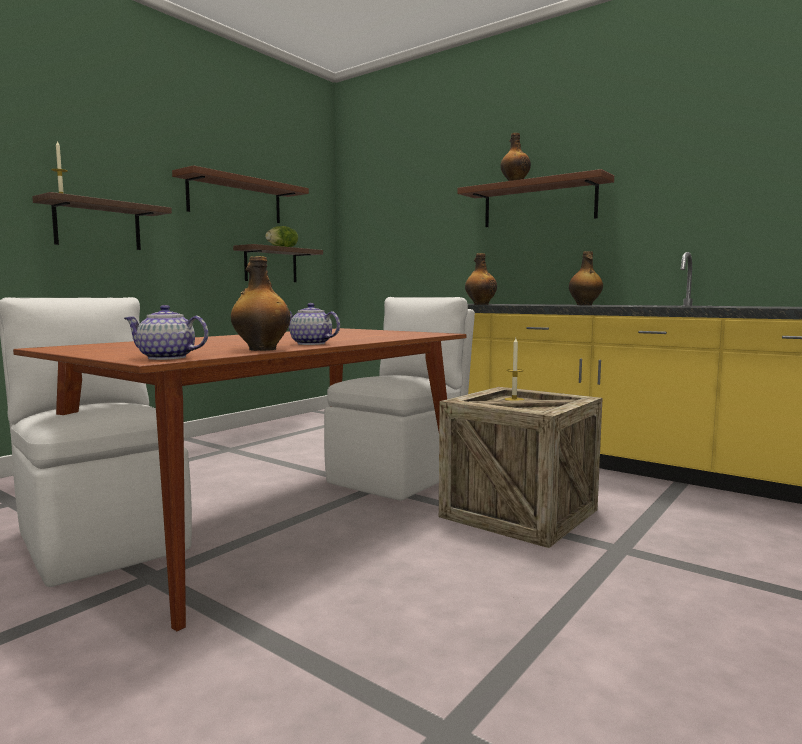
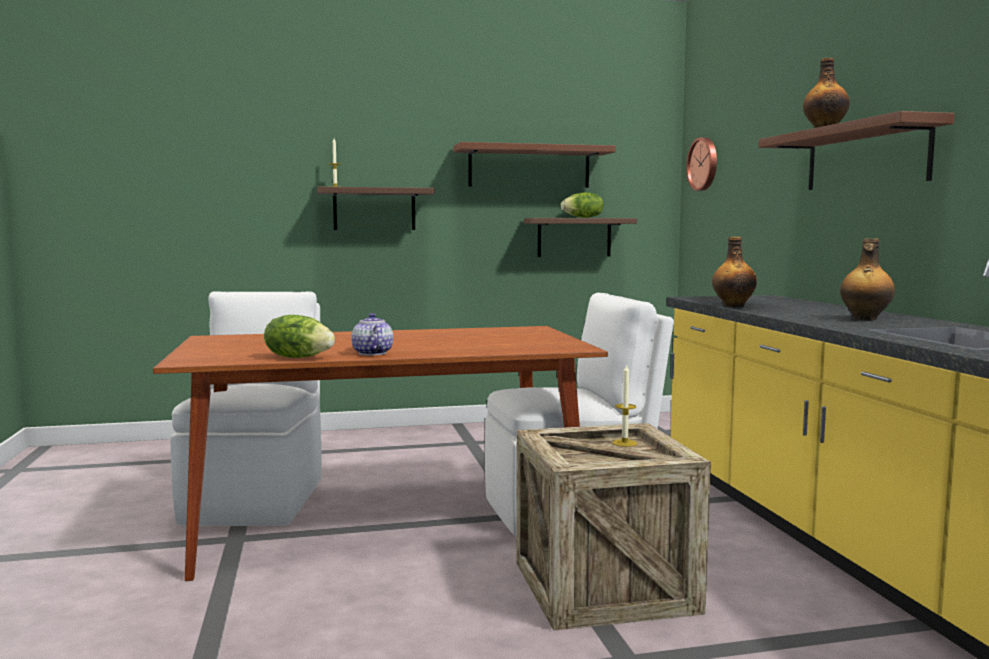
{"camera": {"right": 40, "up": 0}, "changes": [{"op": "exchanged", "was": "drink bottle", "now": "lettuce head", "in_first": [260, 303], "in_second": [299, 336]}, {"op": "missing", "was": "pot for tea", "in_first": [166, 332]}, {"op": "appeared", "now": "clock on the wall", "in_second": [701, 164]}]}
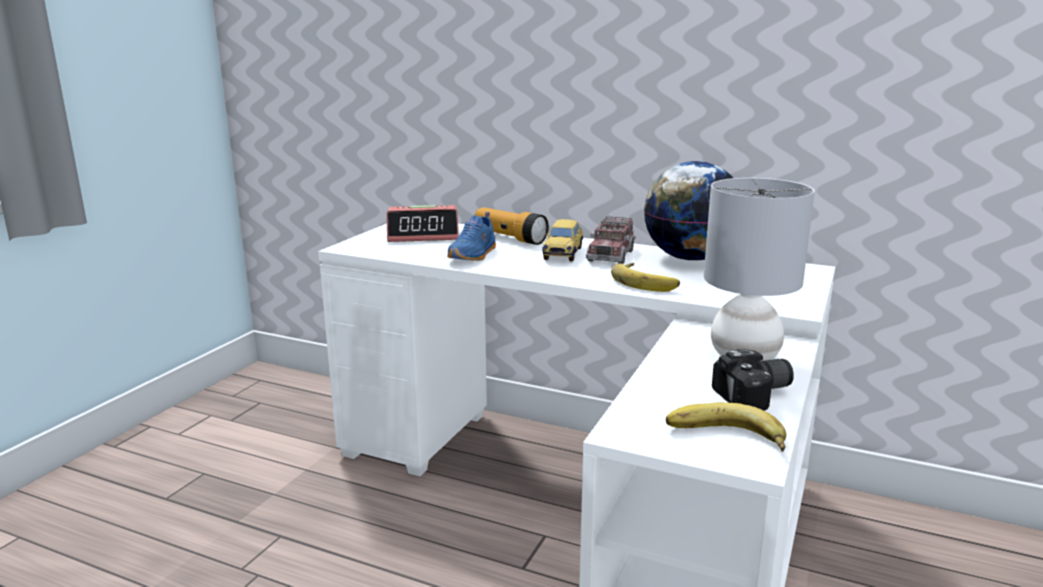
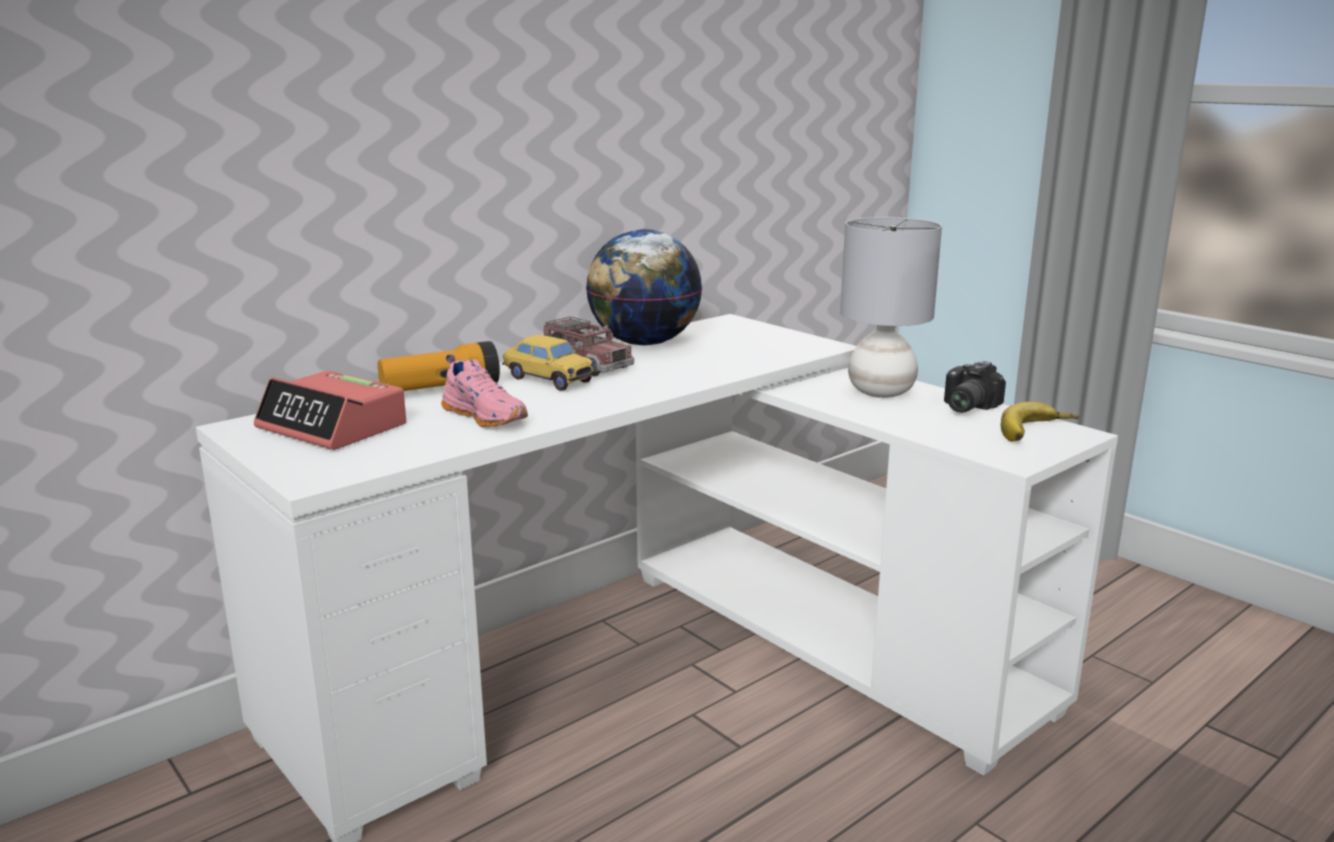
{"camera": {"right": -65, "up": 0}, "changes": [{"op": "spun", "was": "bedside clock", "in_first": [422, 223], "in_second": [330, 410], "clockwise": 105}, {"op": "colour", "was": "bluish low shoe", "now": "pink low shoe", "in_first": [471, 236], "in_second": [484, 390]}, {"op": "missing", "was": "banana fruit", "in_first": [645, 277]}, {"op": "spun", "was": "still camera", "in_first": [753, 380], "in_second": [975, 387], "clockwise": -150}]}
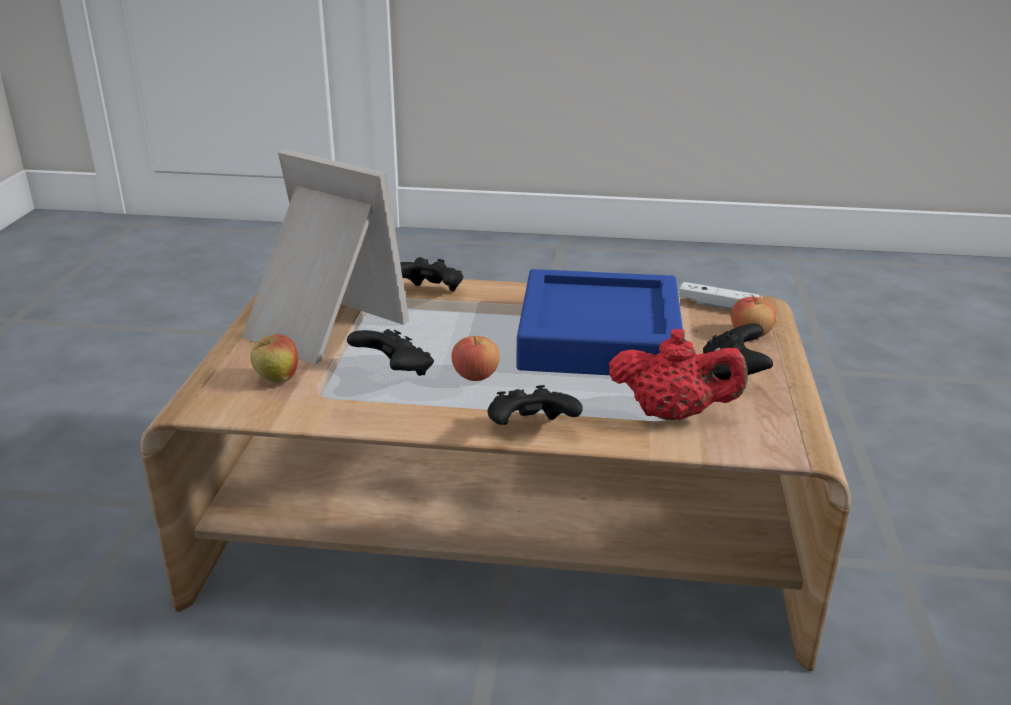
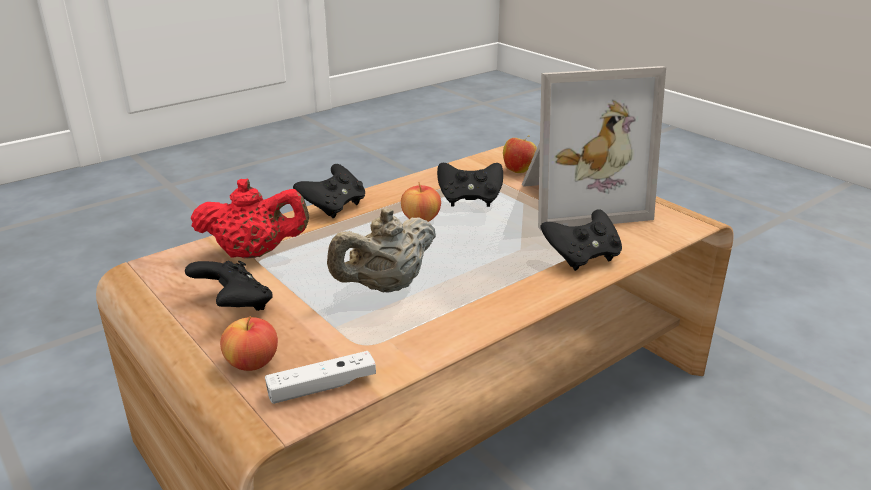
{"camera": {"right": 135, "up": 0}, "changes": [{"op": "exchanged", "was": "bluish carrying tray", "now": "beige pot for tea", "in_first": [599, 322], "in_second": [381, 250]}, {"op": "spun", "was": "red-coloured pot for tea", "in_first": [678, 374], "in_second": [249, 219], "clockwise": -150}]}
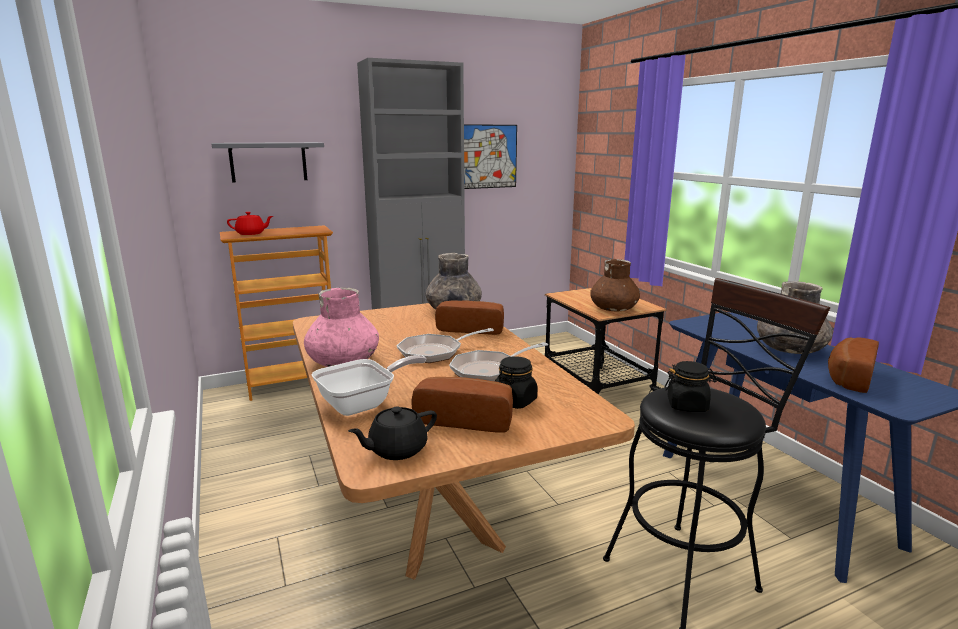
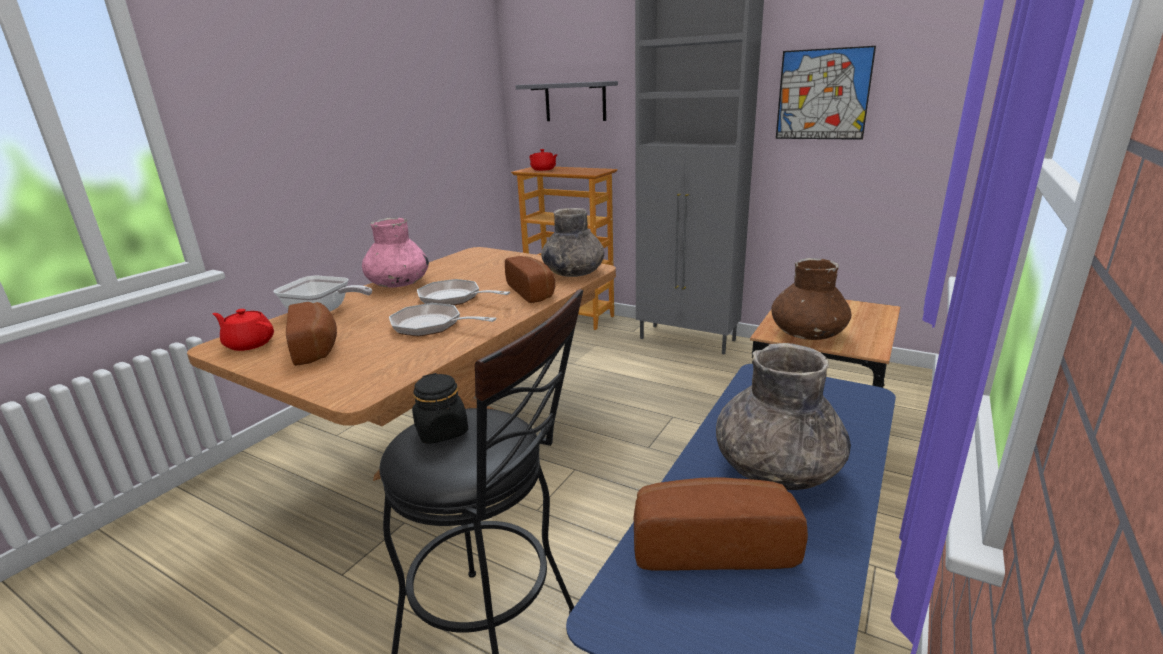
{"camera": {"right": 55, "up": 5}, "changes": [{"op": "missing", "was": "blackish preserve jar", "in_first": [516, 382]}, {"op": "colour", "was": "blackish pot for tea", "now": "red-coloured pot for tea", "in_first": [392, 433], "in_second": [243, 330]}]}
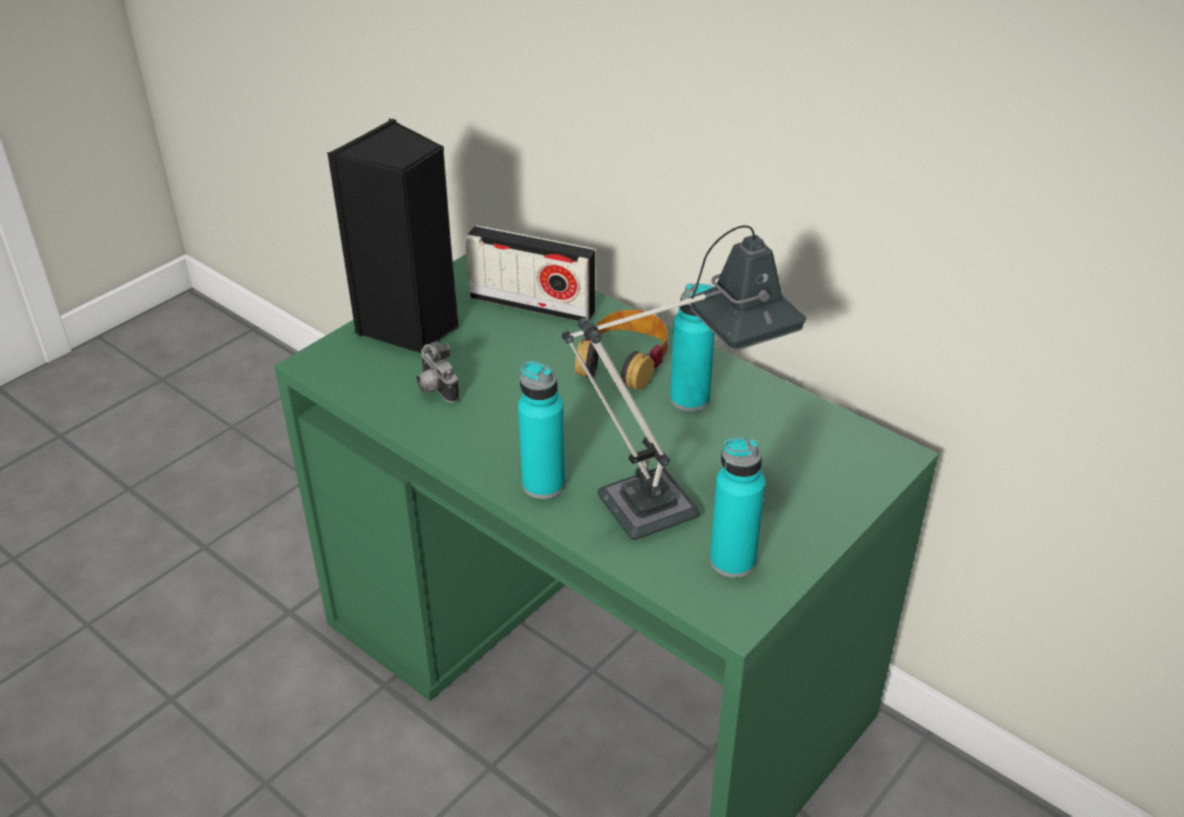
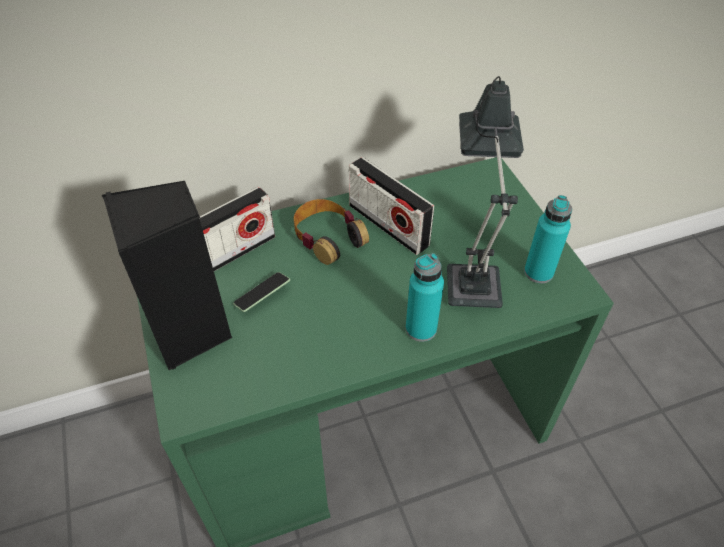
{"camera": {"right": -60, "up": 10}, "changes": [{"op": "exchanged", "was": "turquoise drink bottle", "now": "radio", "in_first": [692, 347], "in_second": [391, 206]}, {"op": "missing", "was": "still camera", "in_first": [438, 372]}, {"op": "appeared", "now": "telephone", "in_second": [261, 292]}]}
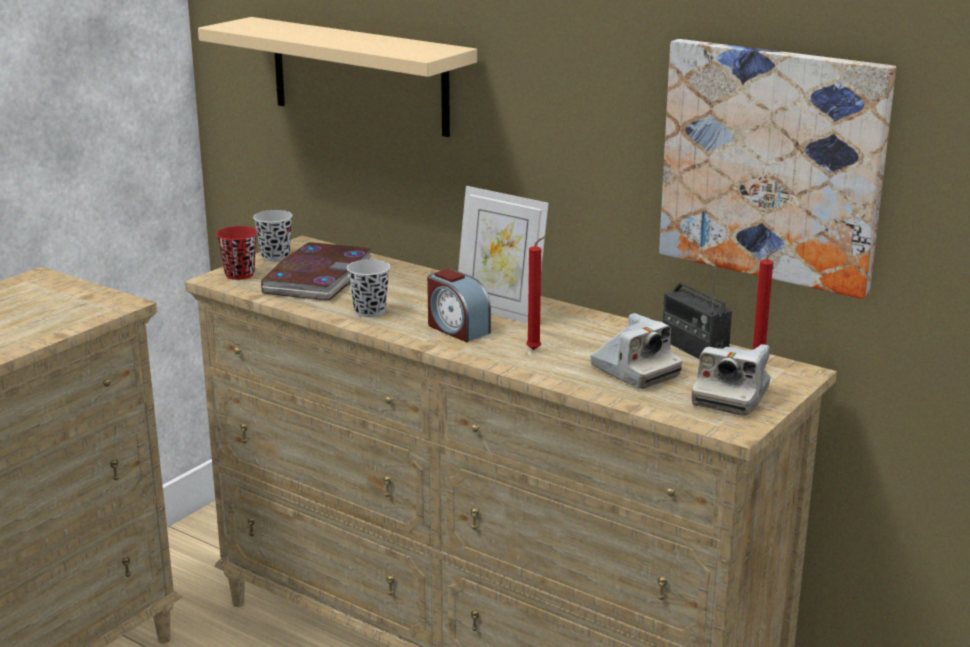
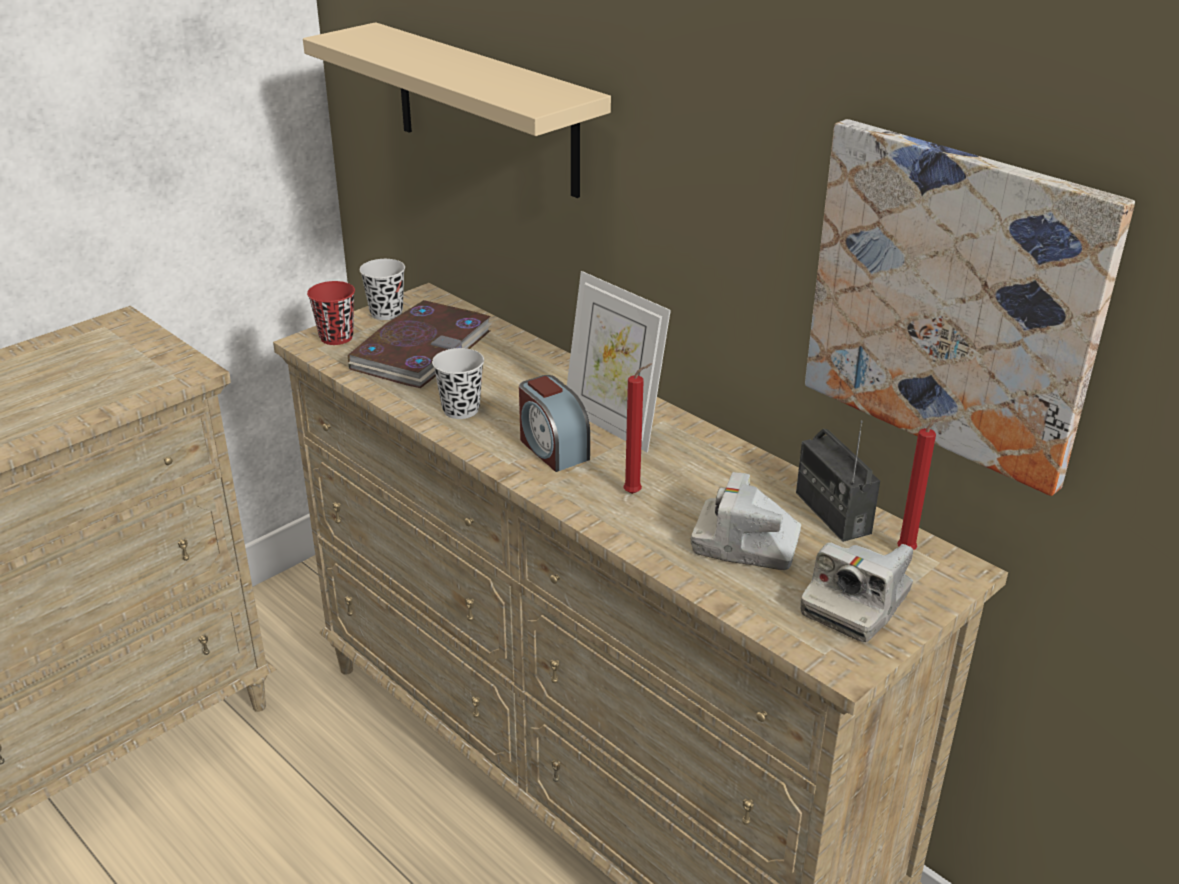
{"camera": {"right": 10, "up": 10}, "changes": [{"op": "spun", "was": "still camera", "in_first": [636, 351], "in_second": [746, 521], "clockwise": 135}]}
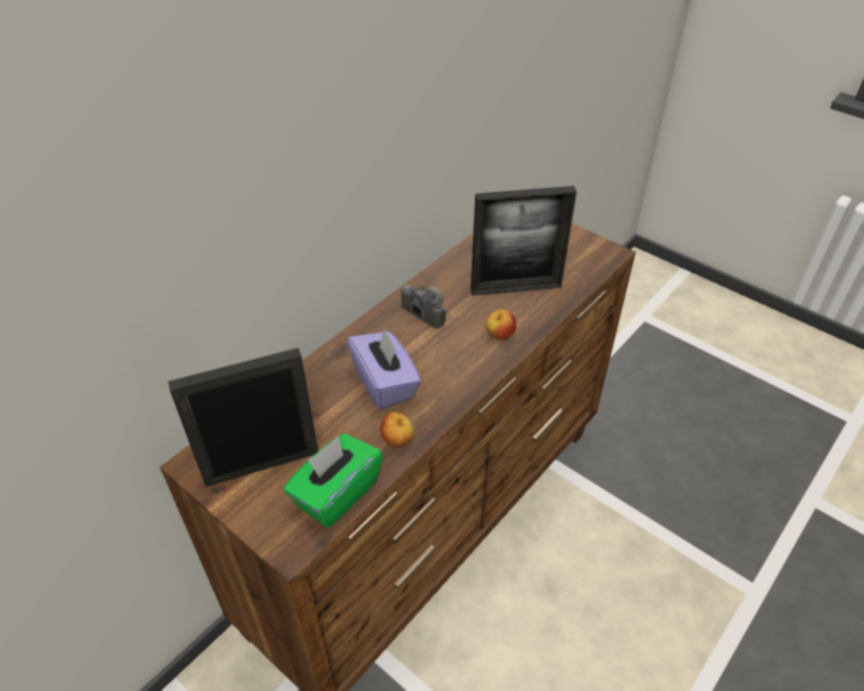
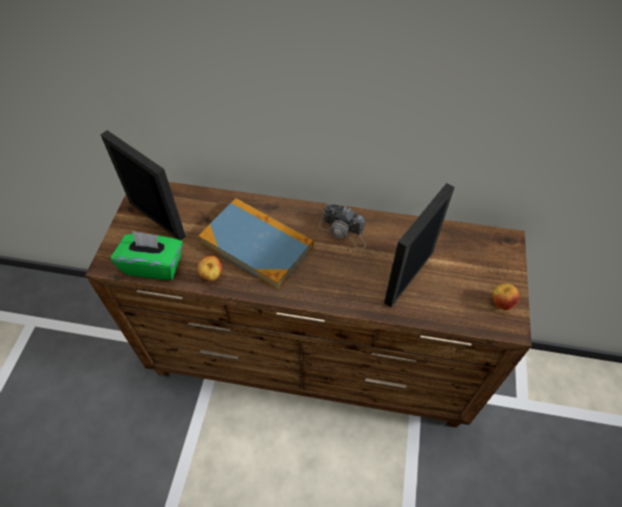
{"camera": {"right": 60, "up": 10}, "changes": [{"op": "spun", "was": "photo frame", "in_first": [524, 241], "in_second": [419, 245], "clockwise": 75}, {"op": "spun", "was": "still camera", "in_first": [427, 307], "in_second": [342, 226], "clockwise": 105}, {"op": "relocated", "was": "apple fruit", "in_first": [501, 324], "in_second": [506, 297]}, {"op": "exchanged", "was": "purple-coloured tissue holder", "now": "volume", "in_first": [384, 369], "in_second": [256, 244]}]}
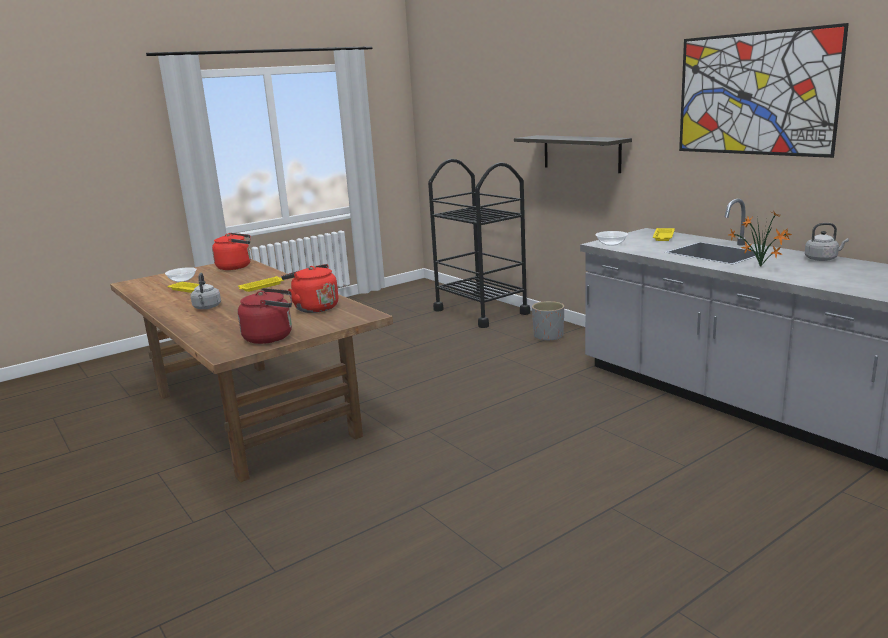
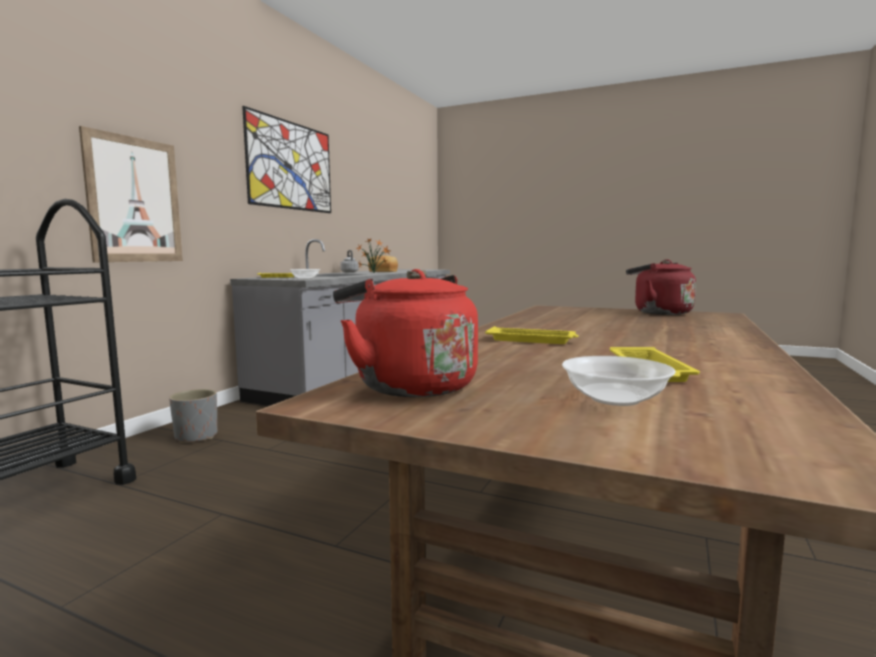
{"camera": {"right": -120, "up": -10}, "changes": [{"op": "exchanged", "was": "bracket shelf", "now": "wall picture", "in_first": [573, 154], "in_second": [131, 194]}, {"op": "missing", "was": "red-coloured water kettle", "in_first": [310, 288]}, {"op": "missing", "was": "grey water kettle", "in_first": [206, 291]}, {"op": "appeared", "now": "baked bread", "in_second": [383, 263]}]}
